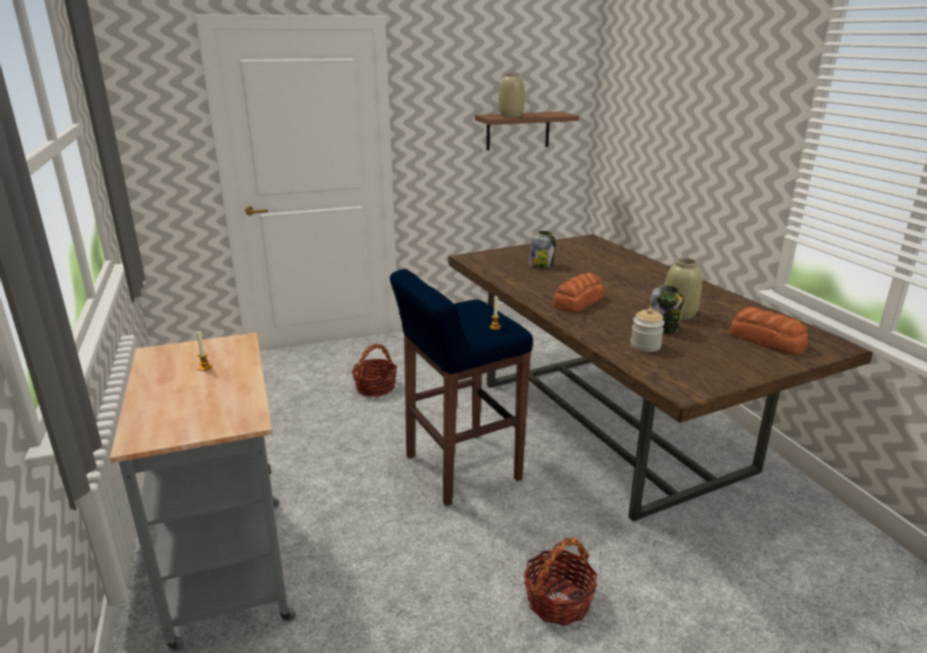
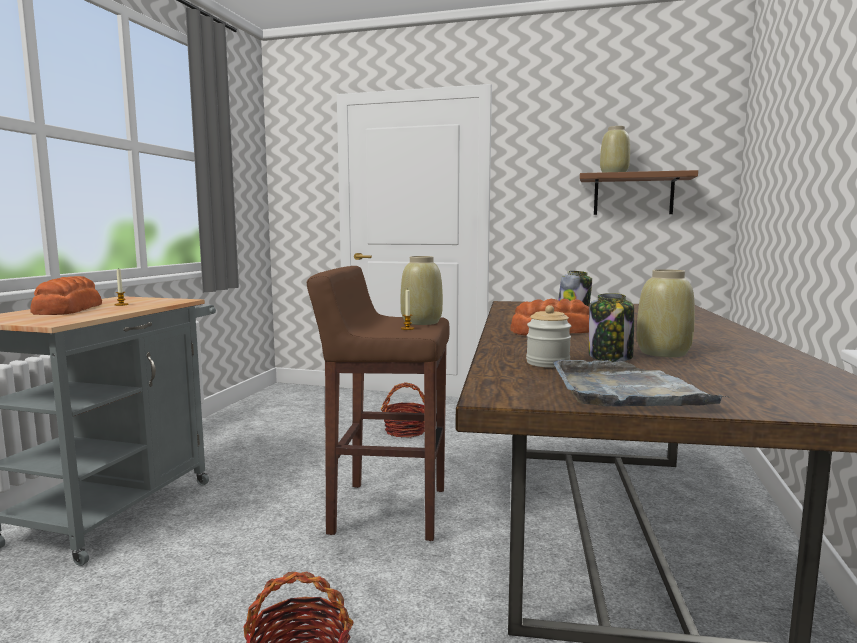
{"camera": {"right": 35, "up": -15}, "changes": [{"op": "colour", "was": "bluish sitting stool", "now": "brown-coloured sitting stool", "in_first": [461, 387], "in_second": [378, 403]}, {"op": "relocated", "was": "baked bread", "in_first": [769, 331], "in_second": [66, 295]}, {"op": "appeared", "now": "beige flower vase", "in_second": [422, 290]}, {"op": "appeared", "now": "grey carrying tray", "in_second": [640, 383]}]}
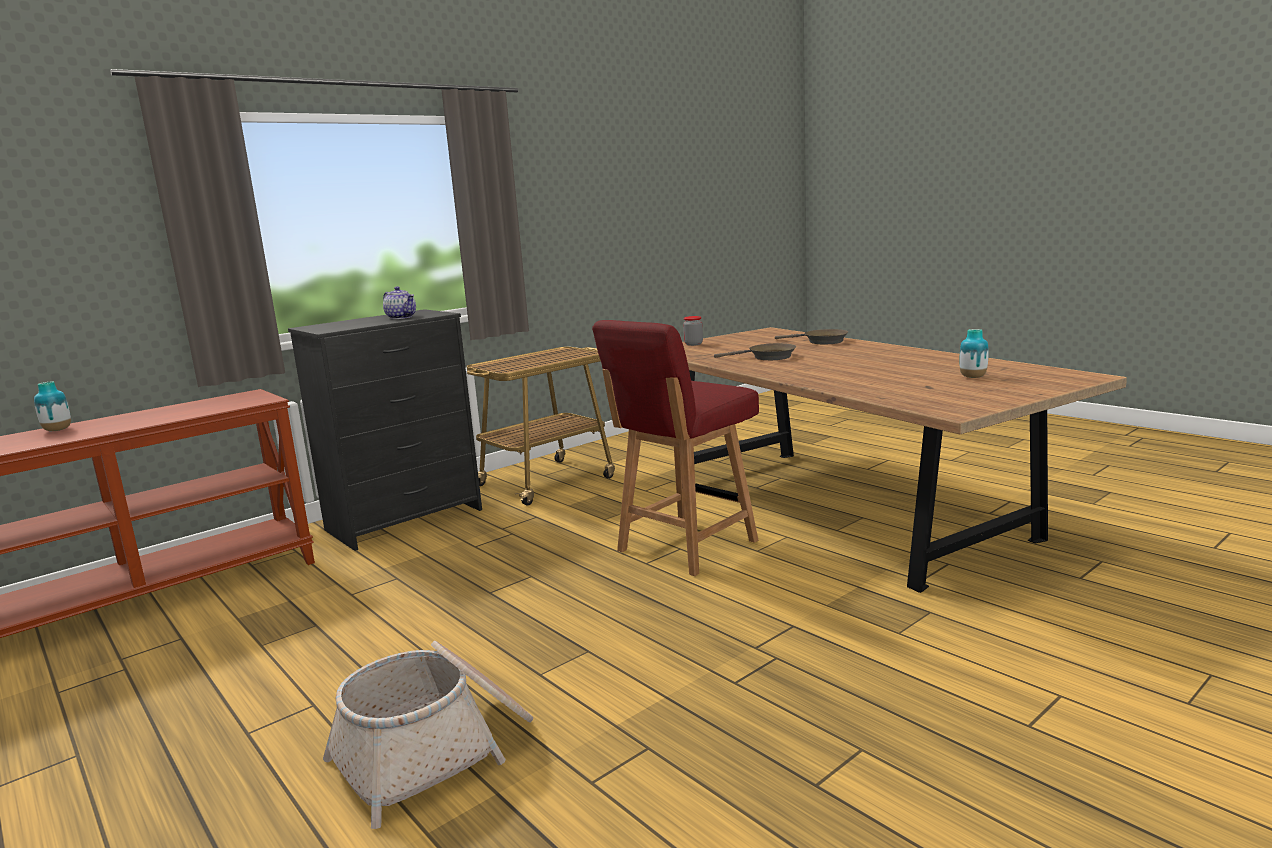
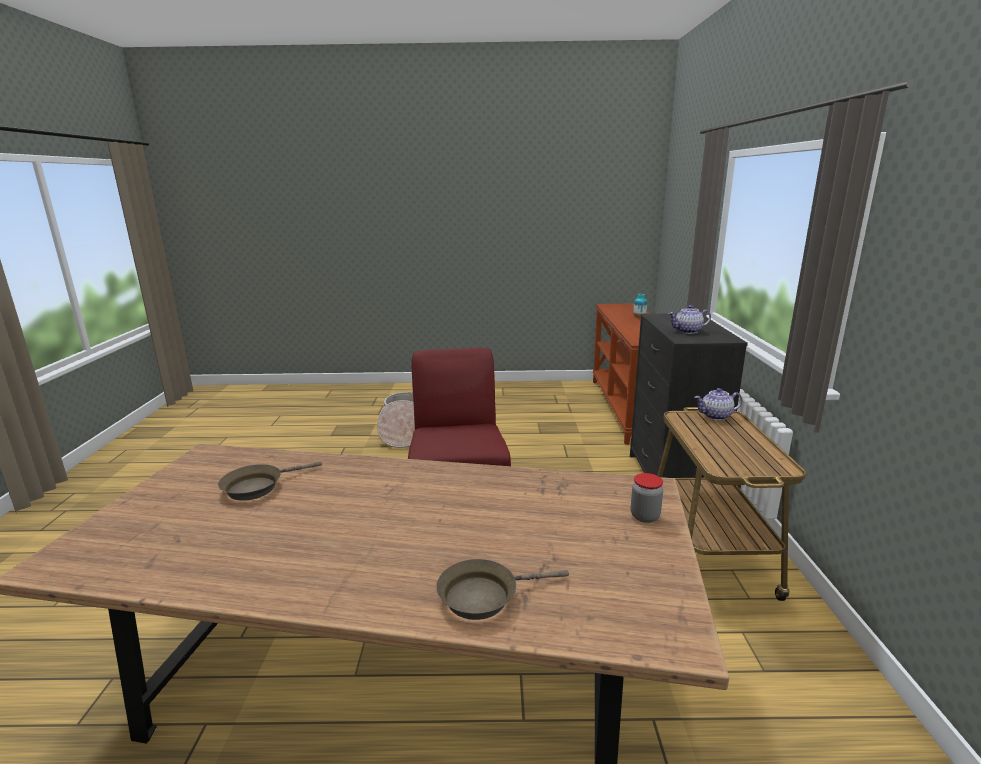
{"camera": {"right": 130, "up": 5}, "changes": [{"op": "missing", "was": "flower vase", "in_first": [974, 353]}, {"op": "relocated", "was": "brown-coloured frying pan", "in_first": [755, 351], "in_second": [270, 481]}, {"op": "appeared", "now": "pot for tea", "in_second": [719, 404]}]}
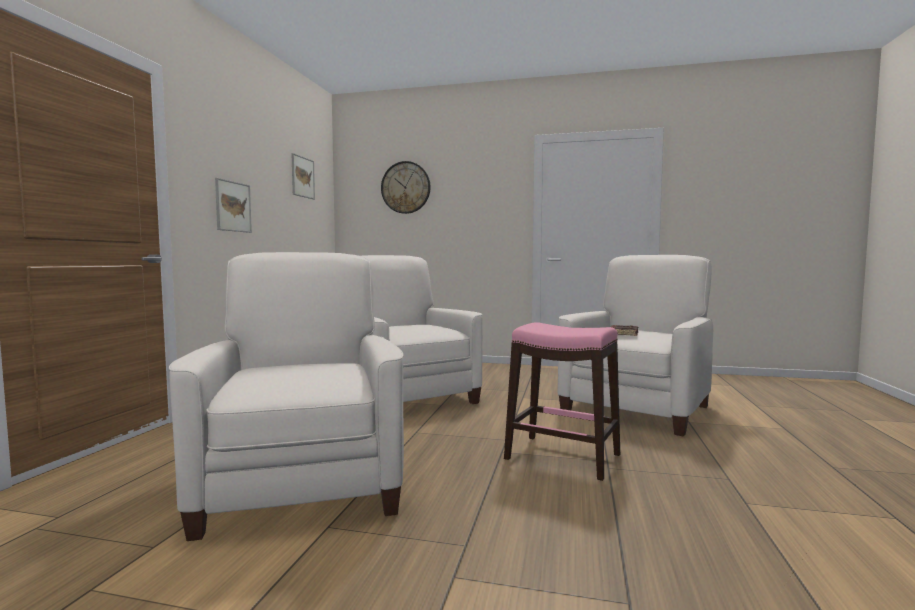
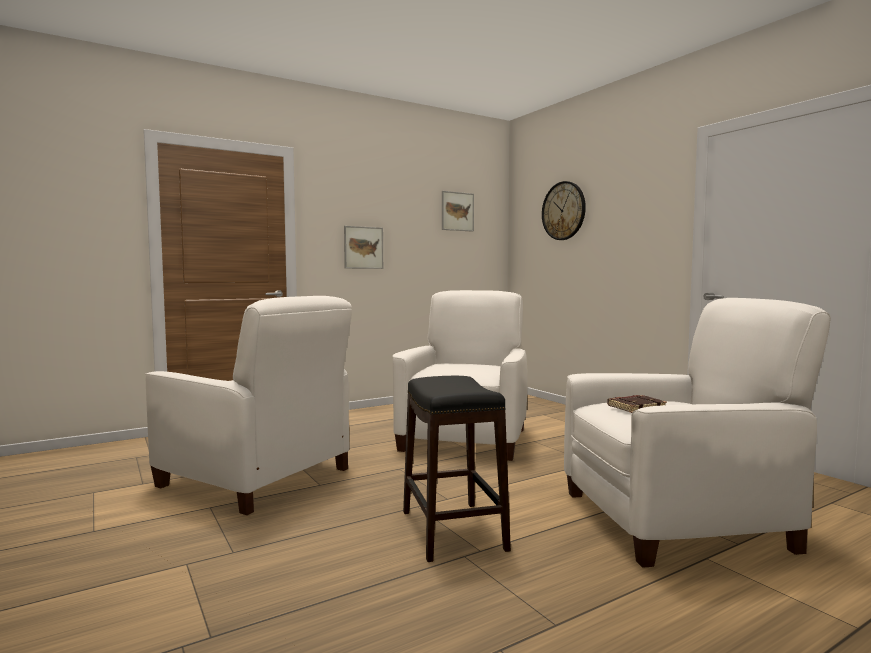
{"camera": {"right": 45, "up": 0}, "changes": [{"op": "spun", "was": "white easy chair", "in_first": [286, 396], "in_second": [248, 405], "clockwise": 90}, {"op": "colour", "was": "pink sitting stool", "now": "blackish sitting stool", "in_first": [562, 401], "in_second": [457, 469]}]}
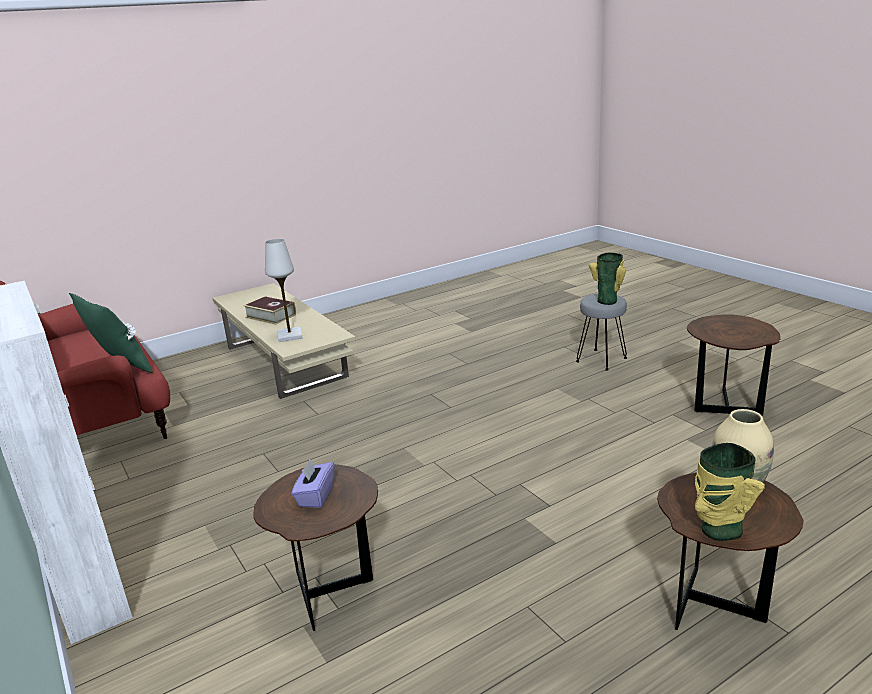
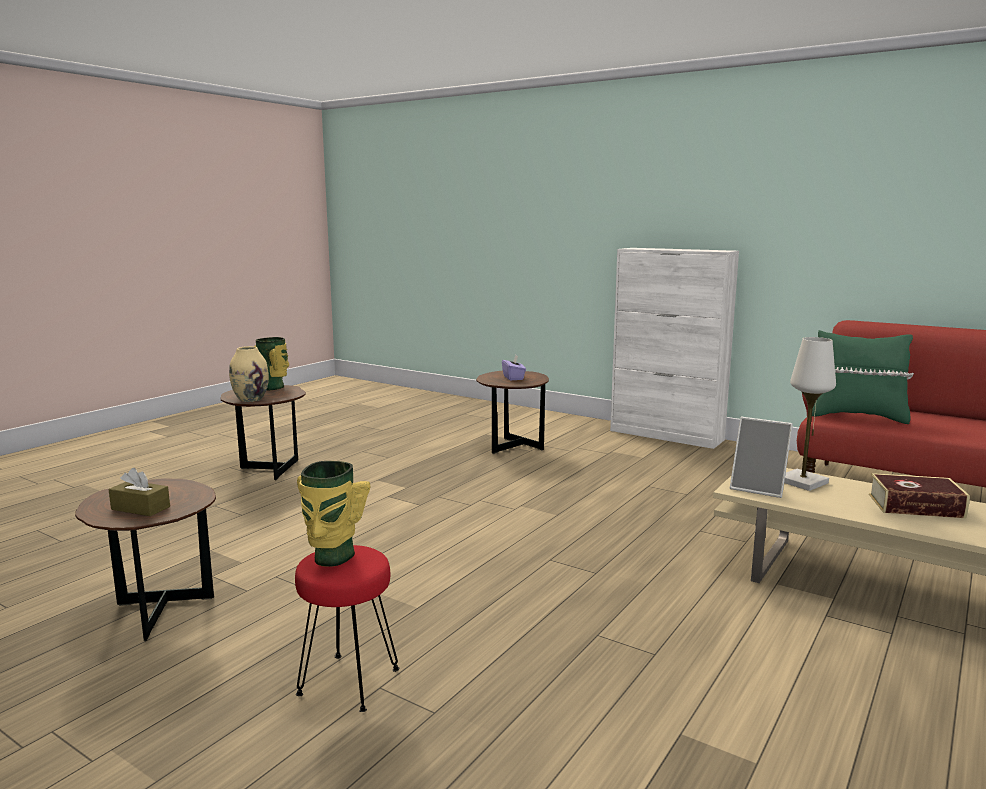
{"camera": {"right": 155, "up": -10}, "changes": [{"op": "colour", "was": "grey sitting stool", "now": "red-coloured sitting stool", "in_first": [601, 332], "in_second": [347, 628]}, {"op": "appeared", "now": "photo frame", "in_second": [761, 457]}, {"op": "appeared", "now": "brown-coloured tissue holder", "in_second": [139, 492]}]}
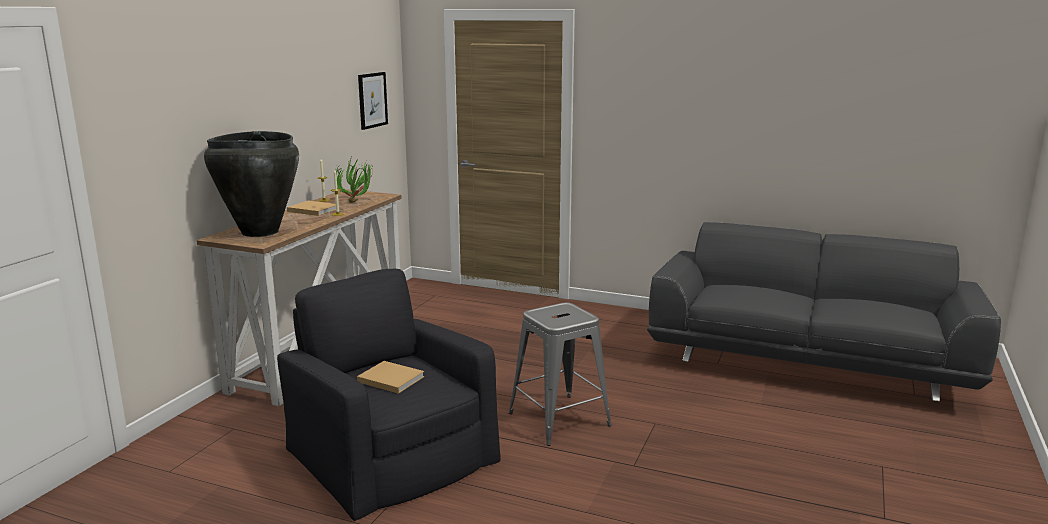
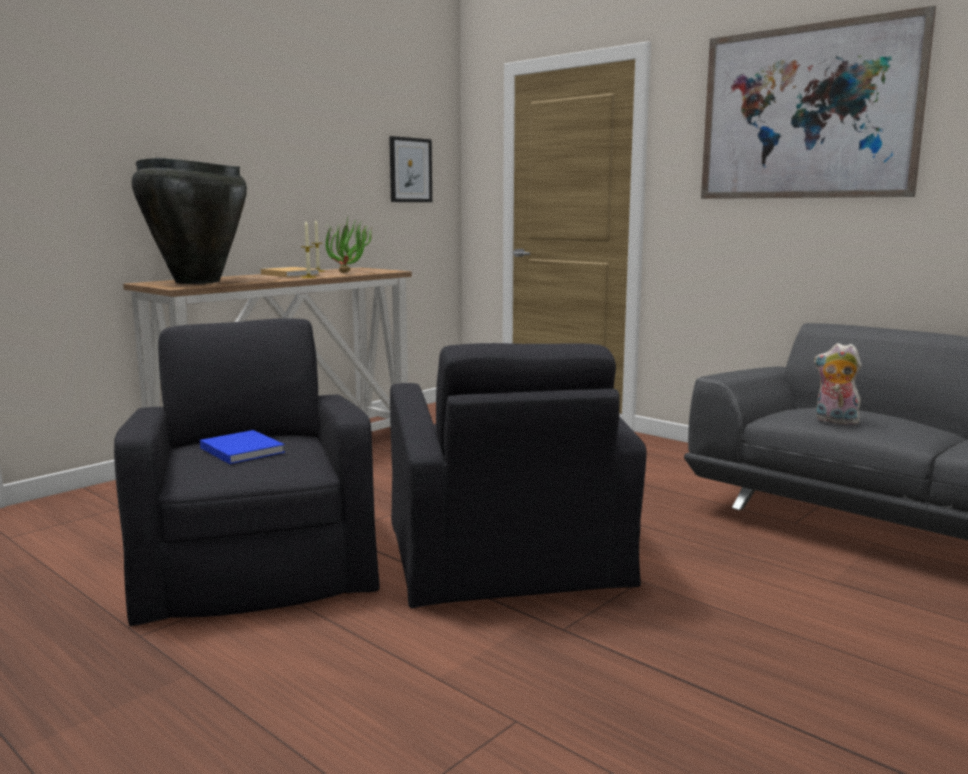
{"camera": {"right": 20, "up": -5}, "changes": [{"op": "exchanged", "was": "grey sitting stool", "now": "blackish easy chair", "in_first": [560, 374], "in_second": [518, 475]}, {"op": "colour", "was": "beige volume", "now": "bluish volume", "in_first": [391, 377], "in_second": [242, 447]}, {"op": "appeared", "now": "wall picture", "in_second": [818, 102]}, {"op": "appeared", "now": "plush toy", "in_second": [839, 384]}]}
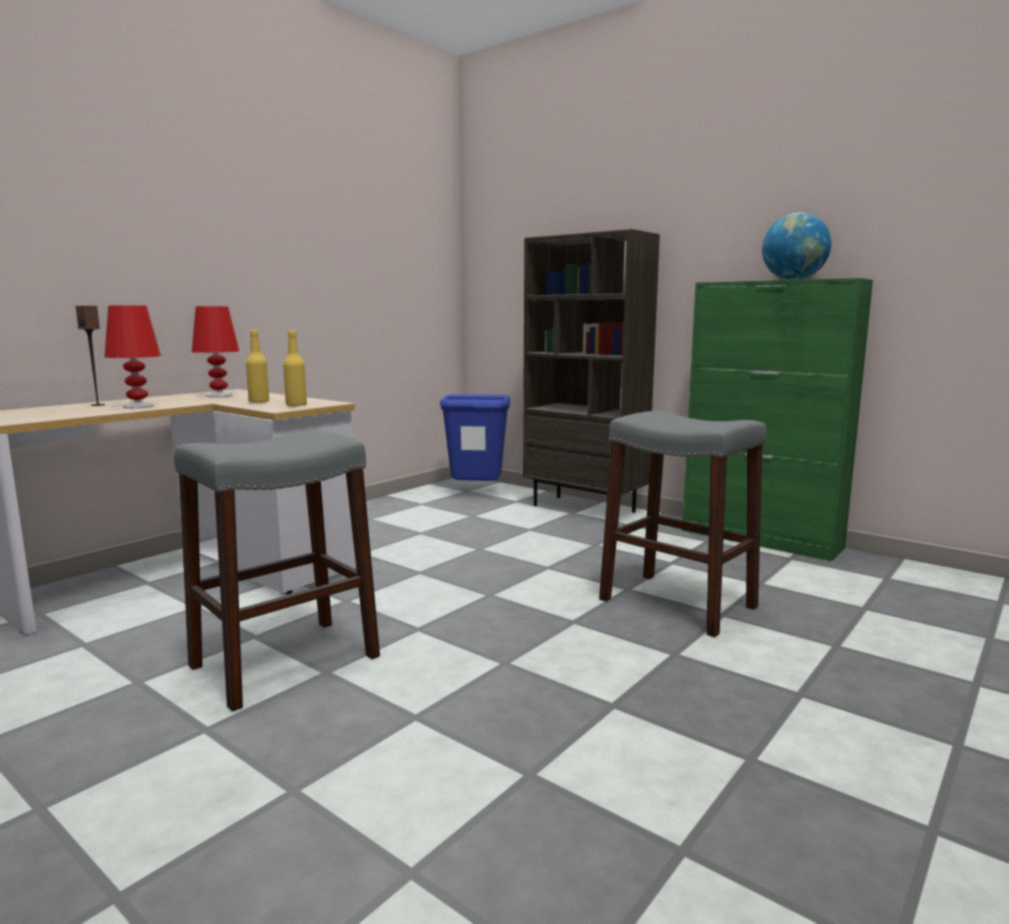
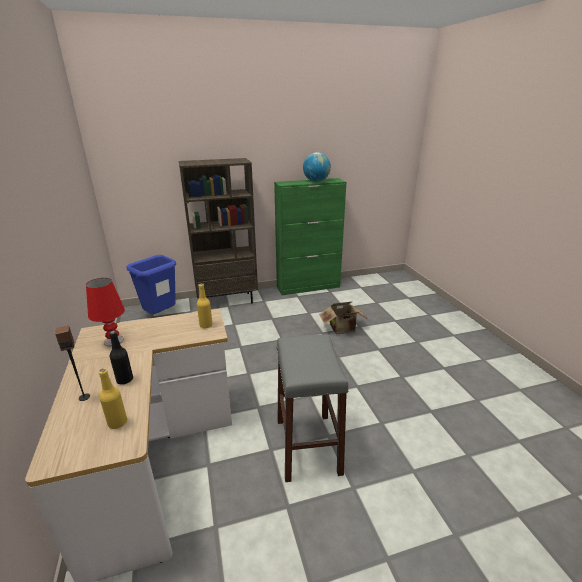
{"camera": {"right": -55, "up": 15}, "changes": [{"op": "exchanged", "was": "red-coloured table lamp", "now": "blackish drink bottle", "in_first": [133, 357], "in_second": [121, 358]}, {"op": "relocated", "was": "yellowish drink bottle", "in_first": [257, 366], "in_second": [113, 399]}, {"op": "exchanged", "was": "grey sitting stool", "now": "cardboard box", "in_first": [682, 524], "in_second": [343, 317]}]}
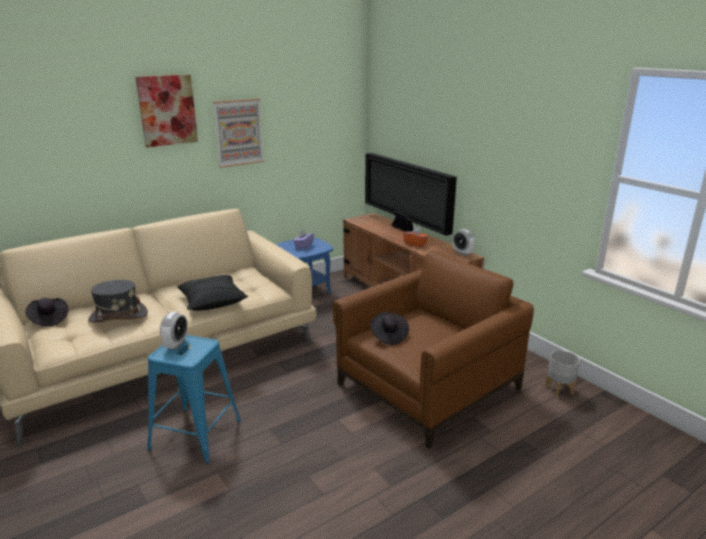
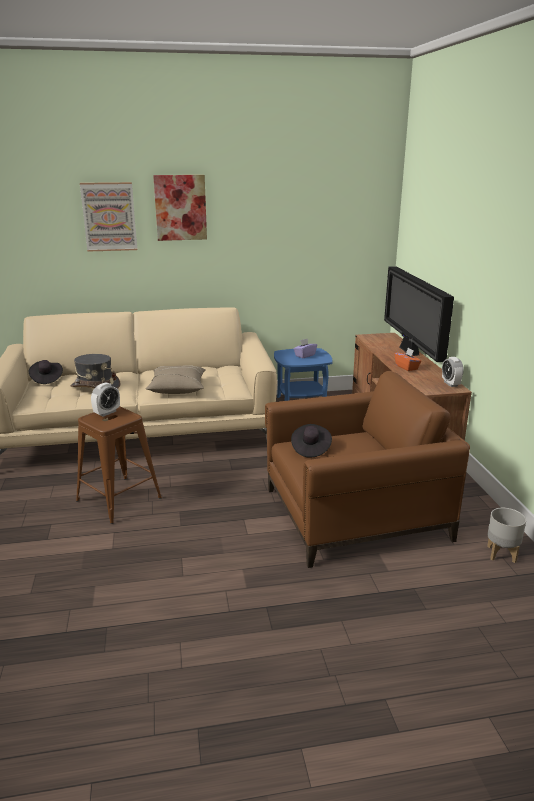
{"camera": {"right": 25, "up": 0}, "changes": [{"op": "relocated", "was": "wall picture", "in_first": [238, 133], "in_second": [108, 217]}, {"op": "colour", "was": "blackish pillow", "now": "beige pillow", "in_first": [212, 293], "in_second": [175, 379]}, {"op": "colour", "was": "bluish sitting stool", "now": "brown-coloured sitting stool", "in_first": [194, 399], "in_second": [119, 465]}]}
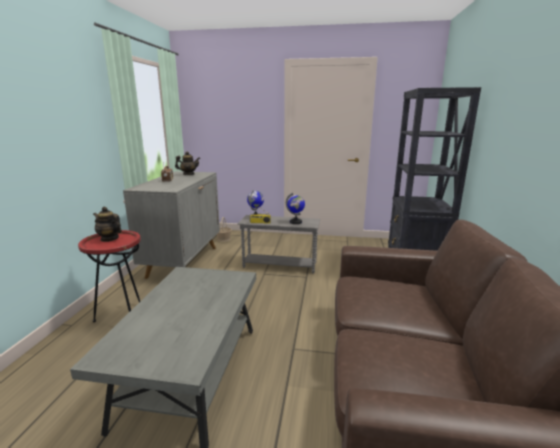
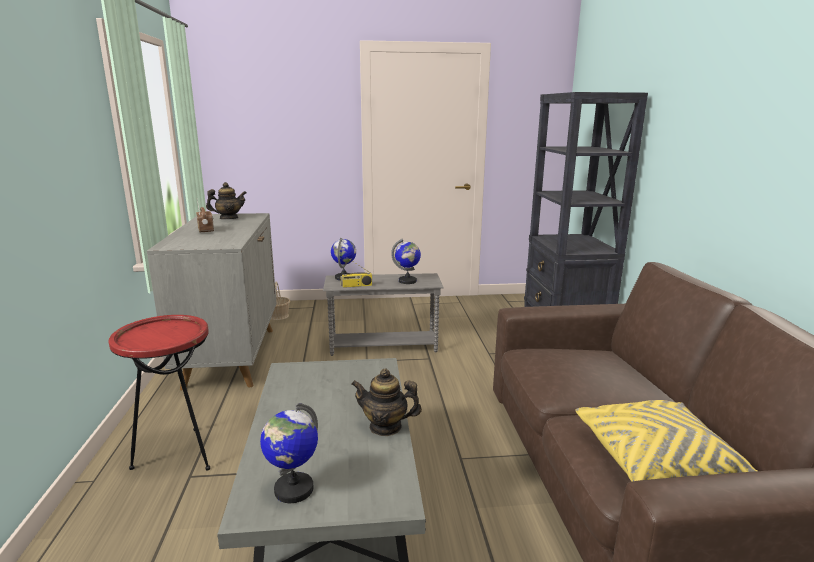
{"camera": {"right": -15, "up": 0}, "changes": [{"op": "relocated", "was": "pot for tea", "in_first": [107, 224], "in_second": [386, 402]}, {"op": "appeared", "now": "yellowish pillow", "in_second": [666, 441]}, {"op": "appeared", "now": "globe", "in_second": [289, 453]}]}
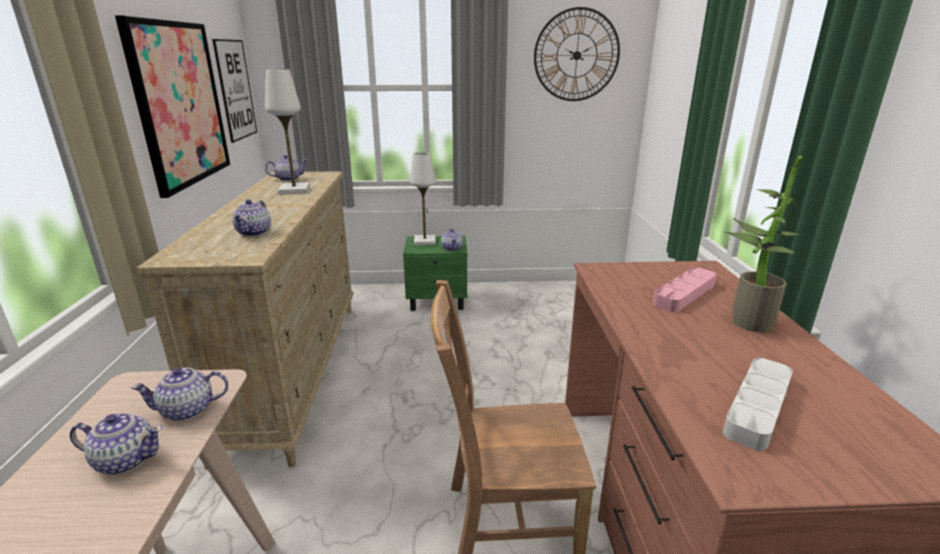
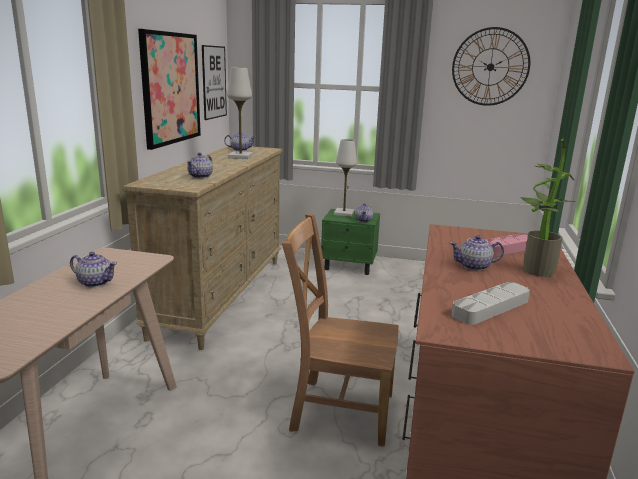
{"camera": {"right": 15, "up": -5}, "changes": [{"op": "relocated", "was": "pot for tea", "in_first": [180, 394], "in_second": [477, 253]}]}
